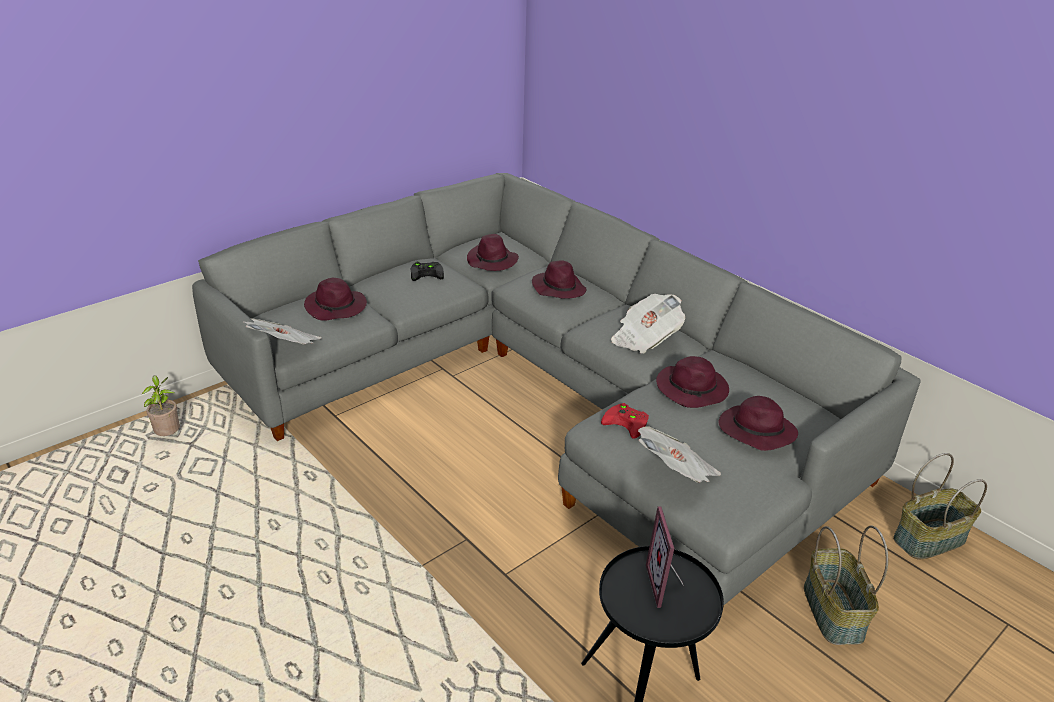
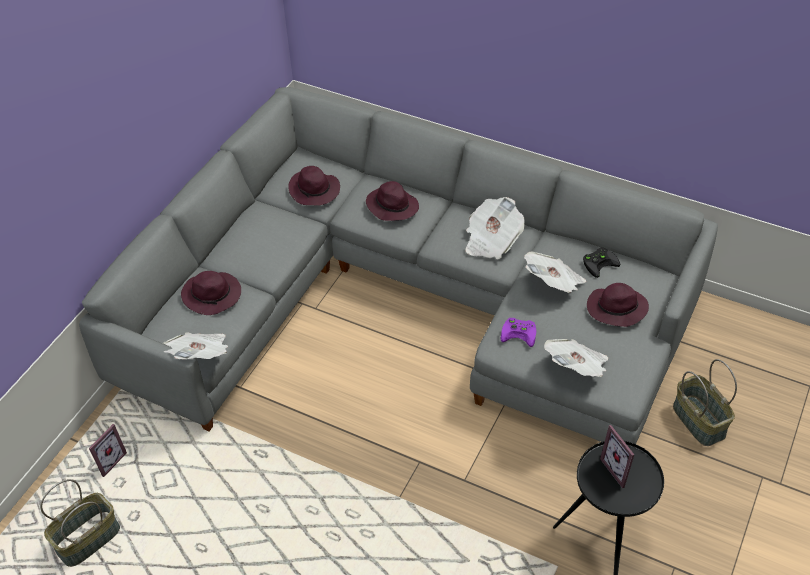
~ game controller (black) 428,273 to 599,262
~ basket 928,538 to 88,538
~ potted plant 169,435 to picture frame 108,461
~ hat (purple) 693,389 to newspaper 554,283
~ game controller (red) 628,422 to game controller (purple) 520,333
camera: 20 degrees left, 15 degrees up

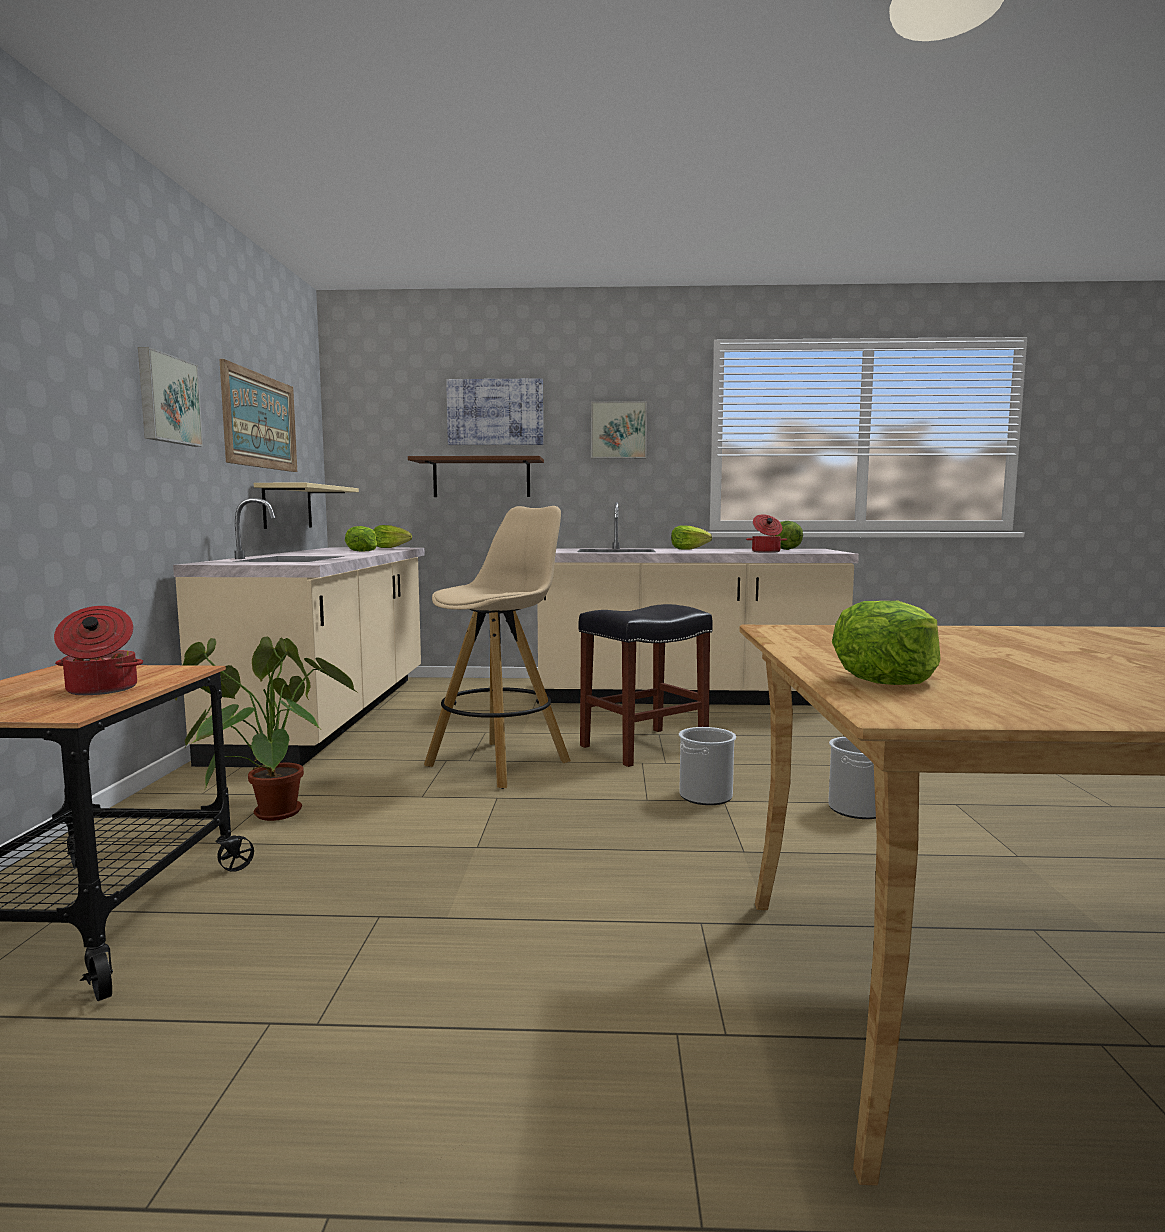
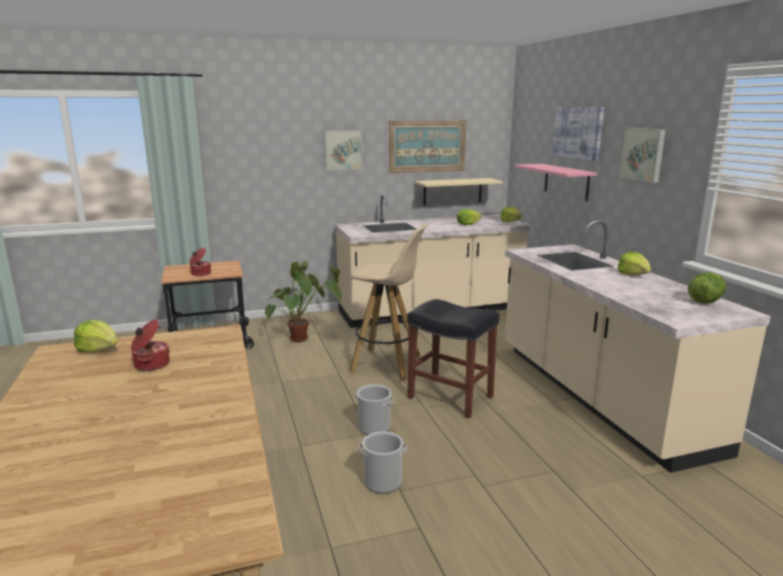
~ cooking pot 766,552 to 151,364
~ shelf (brown) 481,478 to shelf (pink) 566,181
camera: 70 degrees right, 10 degrees up

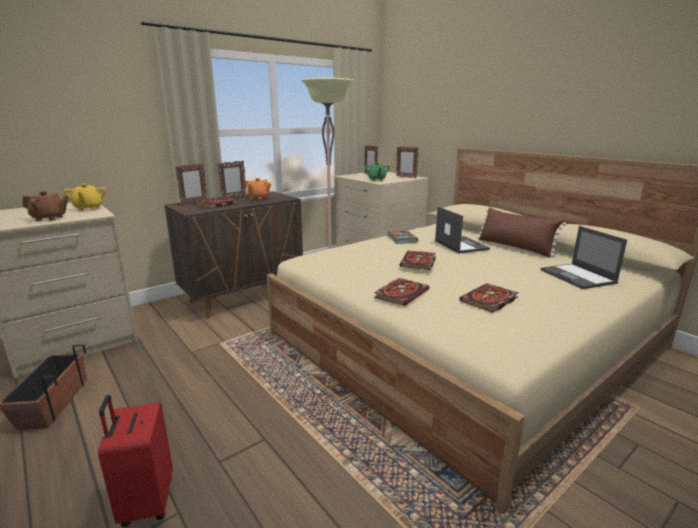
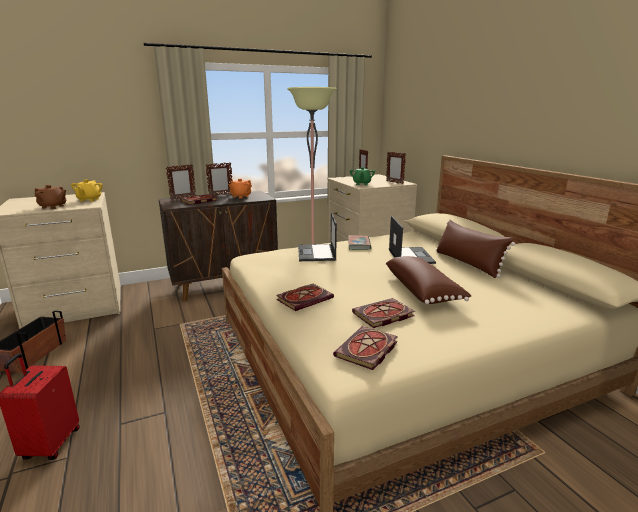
+ pillow (brown) 423,290
~ book 419,262 to 367,350
~ laptop 578,277 to 316,253
camera: 15 degrees right, 0 degrees up

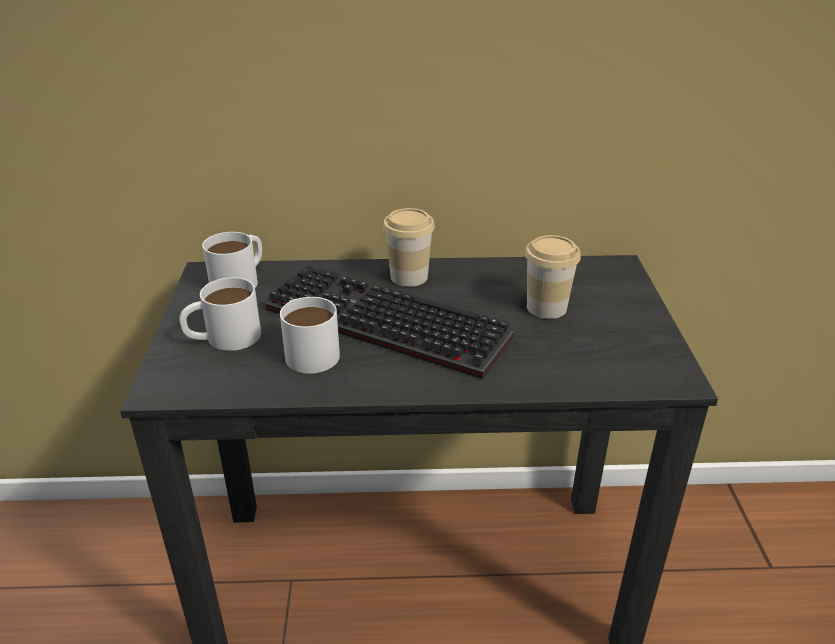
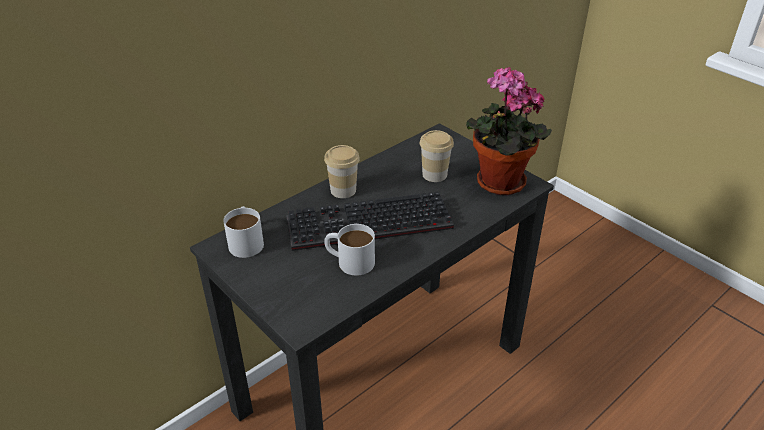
- mug (white) 223,338
+ potted plant 497,184
camera: 40 degrees left, 5 degrees up

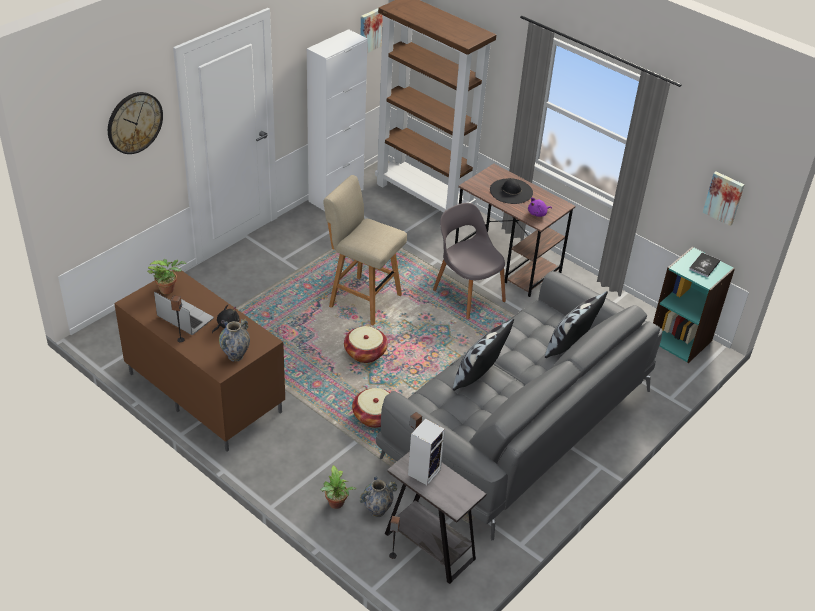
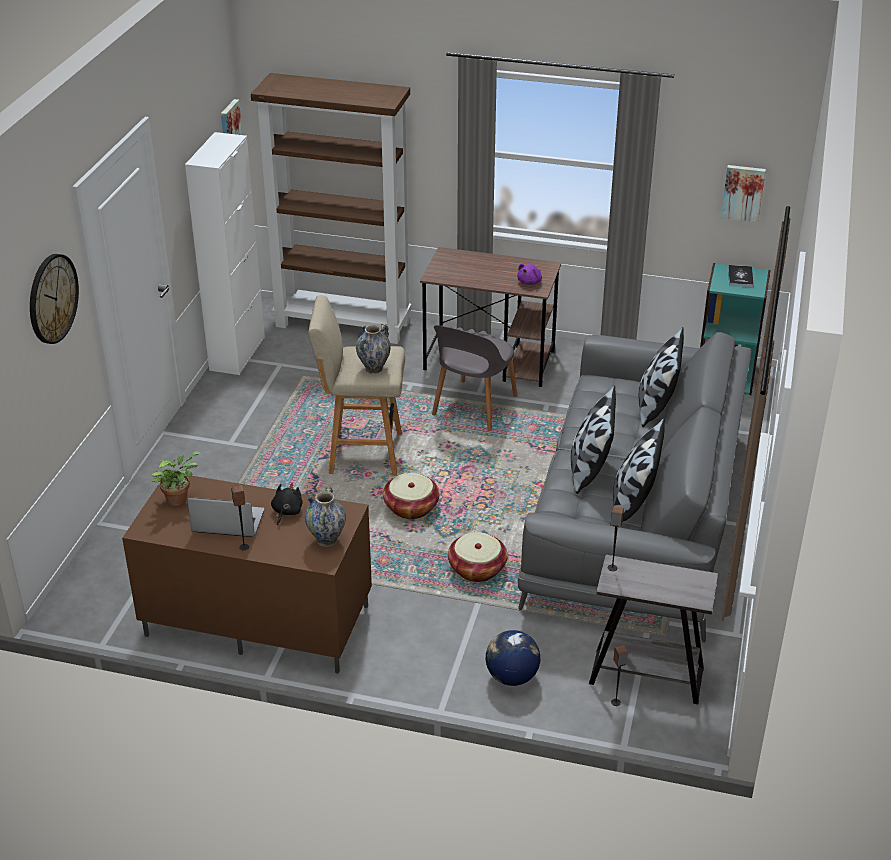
- speaker 424,471
- hat (black) 511,191
+ pillow 633,503
~ vase 377,511 to 374,369
~ potted plant 336,504 to globe 511,677
~ chair (grey) 467,294 = 473,406 90 degrees counterclockwise
camera: 25 degrees left, 5 degrees down

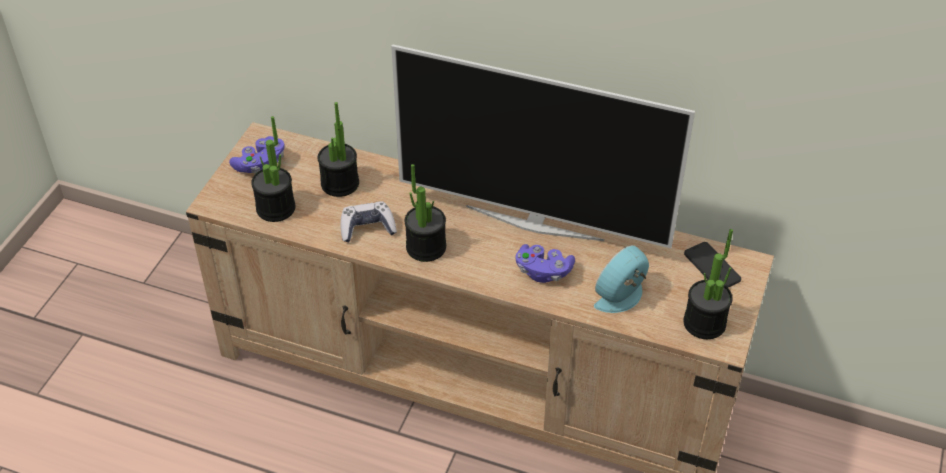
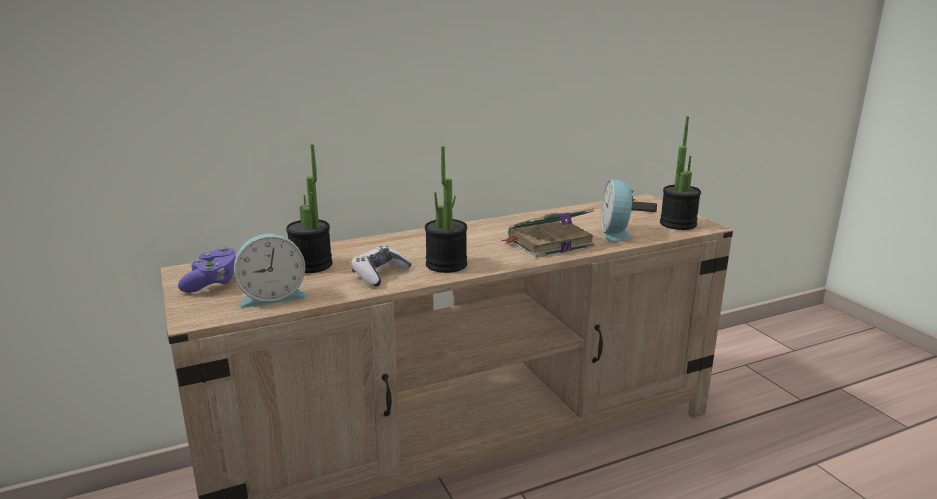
- television 535,222
~ potted plant 276,208 to alarm clock 272,296
~ game controller (purple) 543,271 to book 548,243
camera: 45 degrees left, 25 degrees down

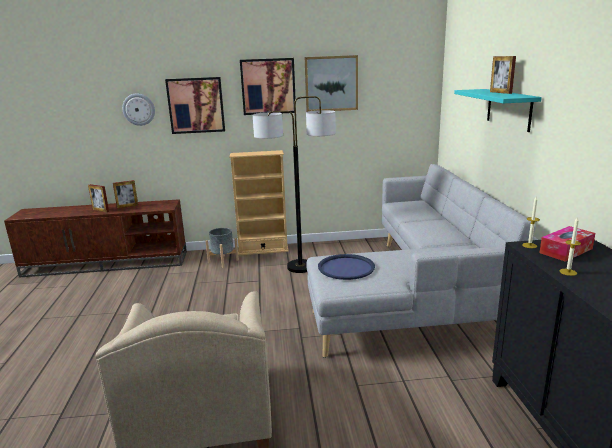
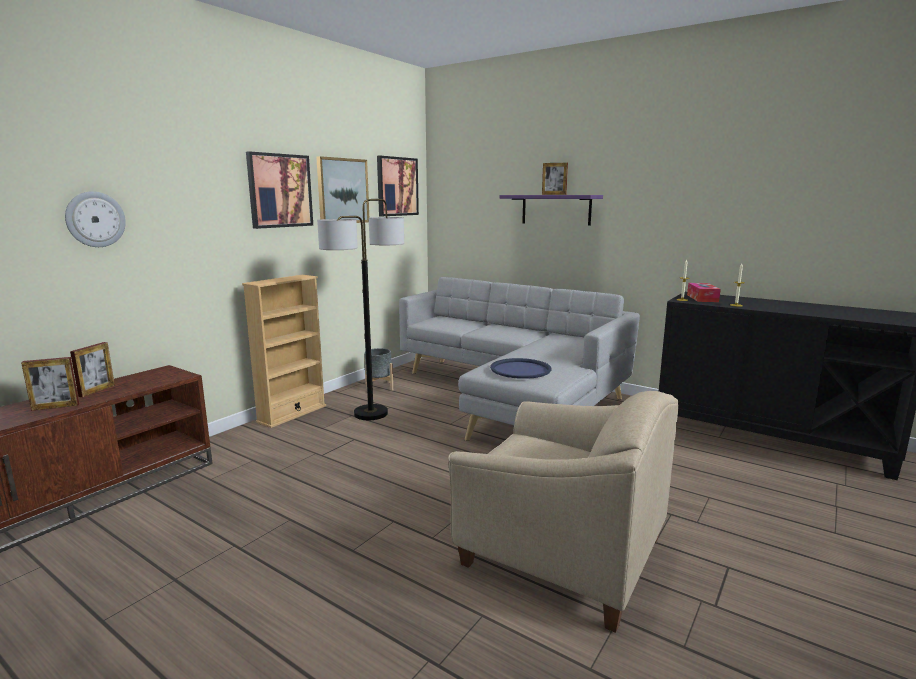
~ picture 196,105 to 397,186
~ planter (grey) 223,261 to 379,387
~ shelf (turquoise) 508,109 to shelf (purple) 556,209
camera: 50 degrees left, 5 degrees down

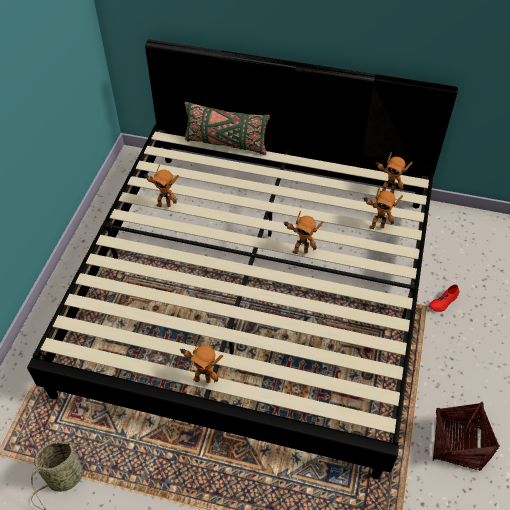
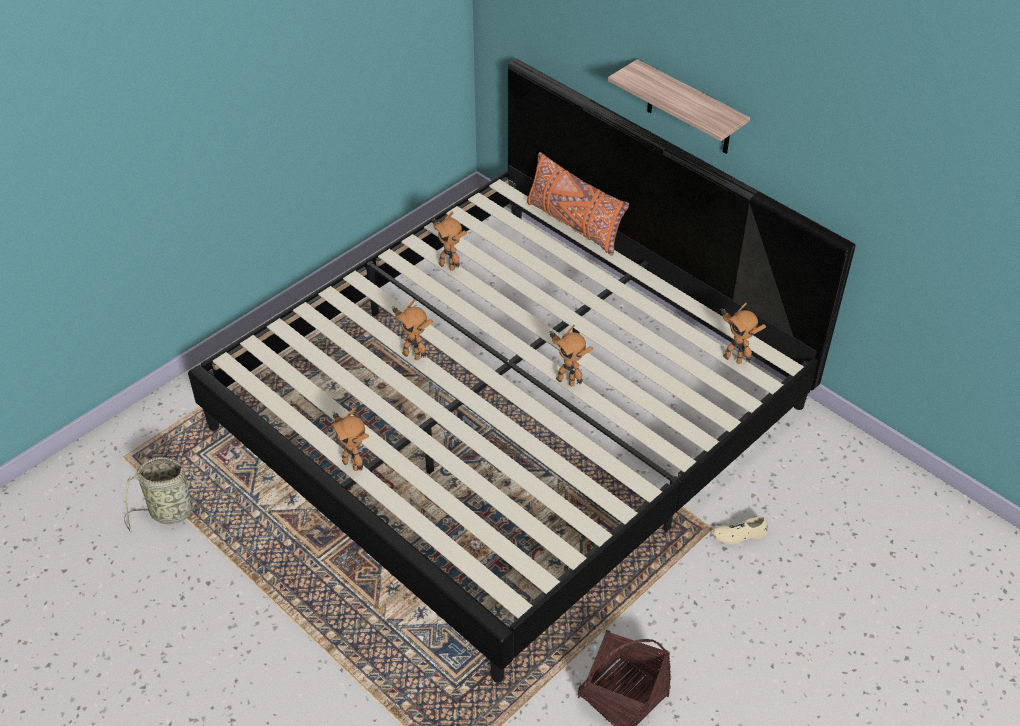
+ shelf 689,109
~ toy robot 376,225 to 412,354
~ pillow (green) 226,143 to pillow (orange) 574,224
~ shoe (red) 443,302 to shoe (beige) 739,534
camera: 30 degrees right, 5 degrees down

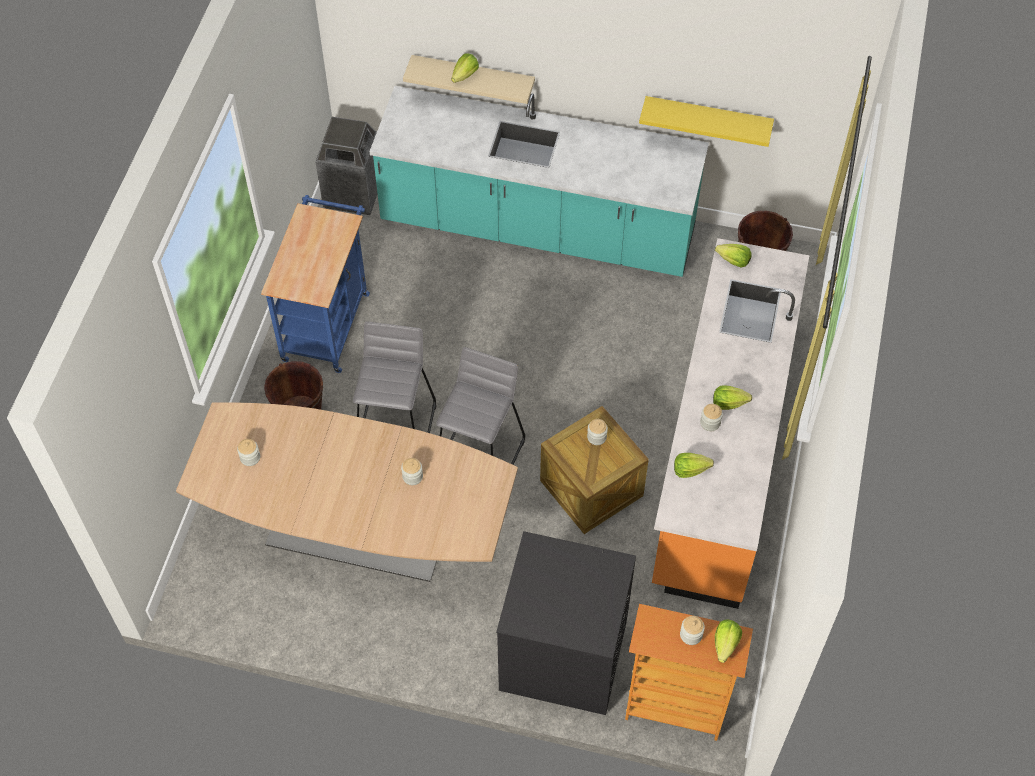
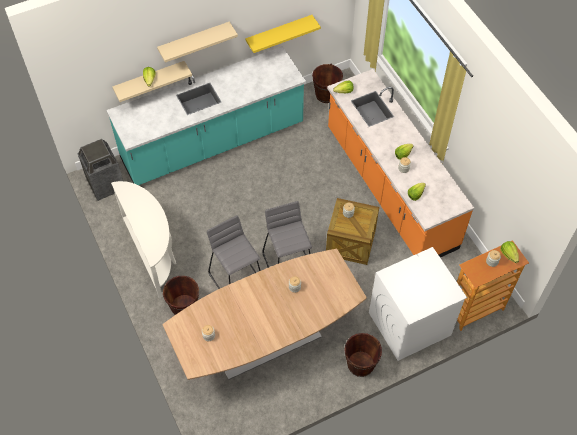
+ shelf (beige) 194,41
+ bucket (brown) 360,364
~ cart (blue) 327,321 to console table (white) 153,253
~ washing machine (black) 562,655 to washing machine (white) 409,324
camera: 40 degrees left, 0 degrees up

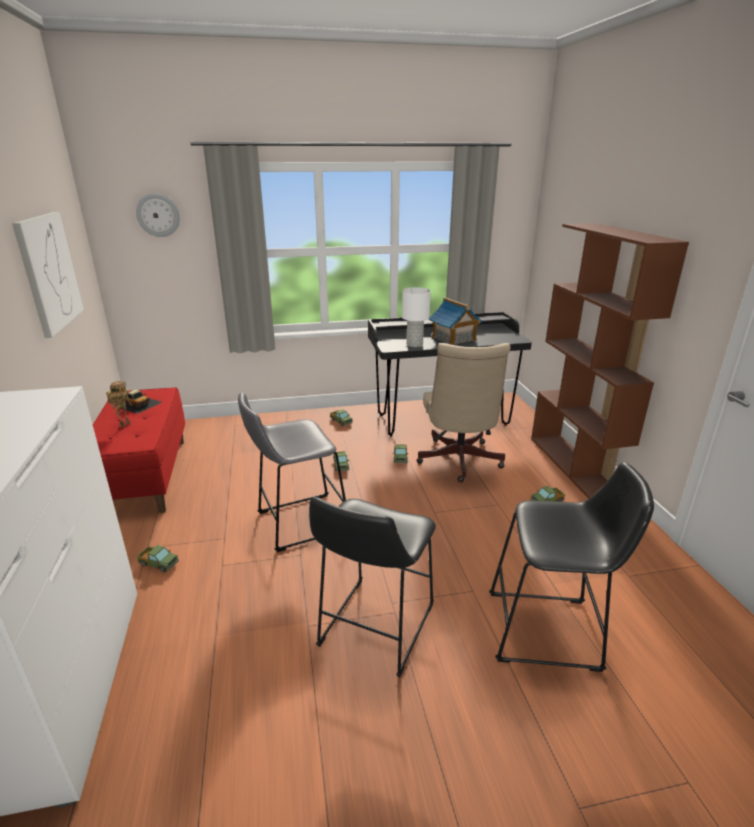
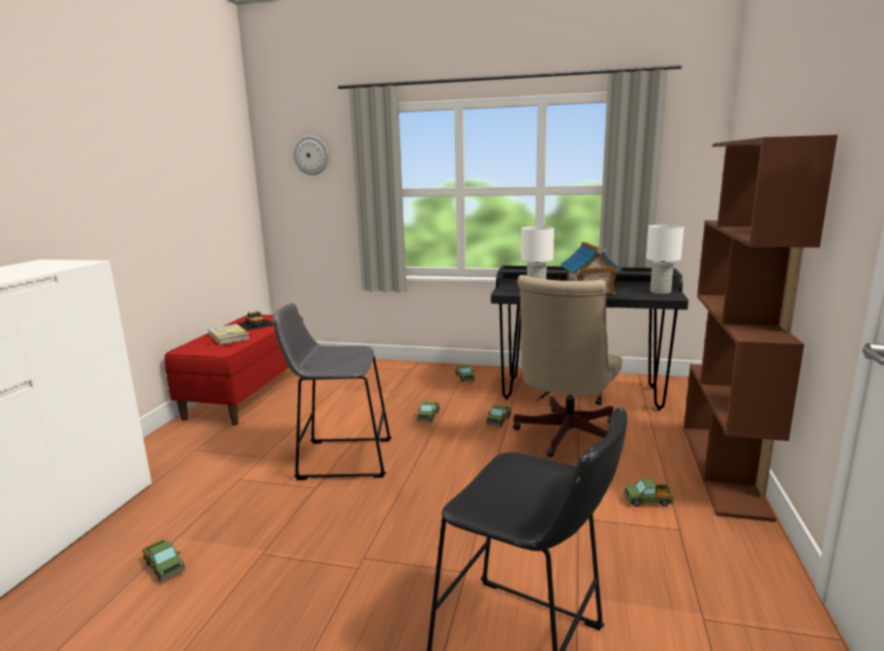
- picture 49,272
- stool (black) 373,629
+ table lamp (white) 660,291
~ toy truck 158,564 to 164,567
~ toy robot 125,424 to book 228,336
camera: 25 degrees right, 10 degrees down

